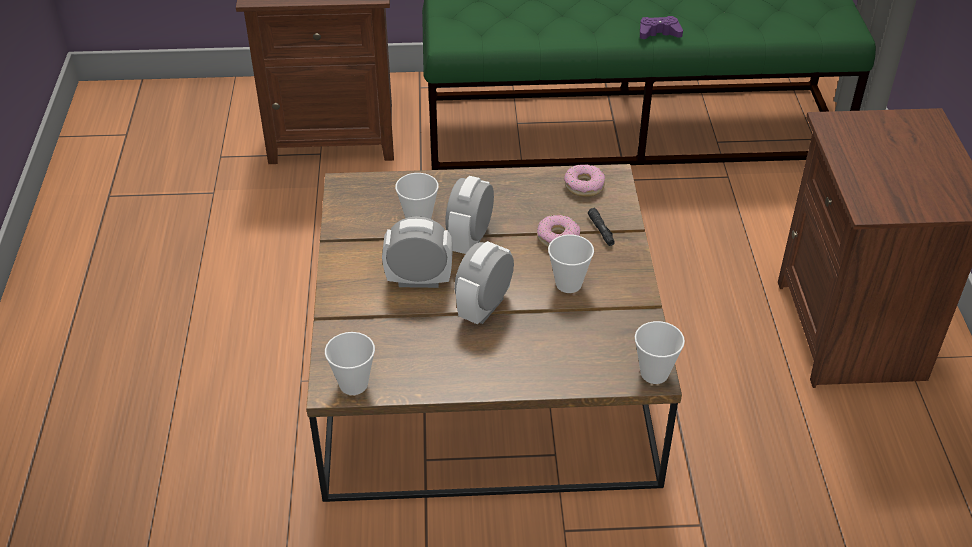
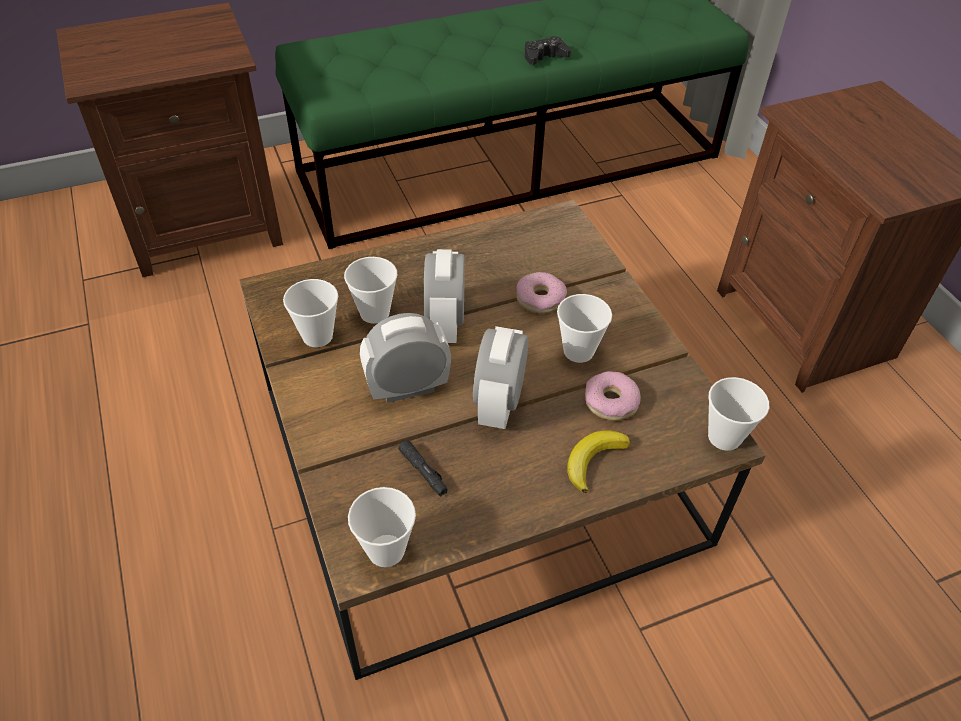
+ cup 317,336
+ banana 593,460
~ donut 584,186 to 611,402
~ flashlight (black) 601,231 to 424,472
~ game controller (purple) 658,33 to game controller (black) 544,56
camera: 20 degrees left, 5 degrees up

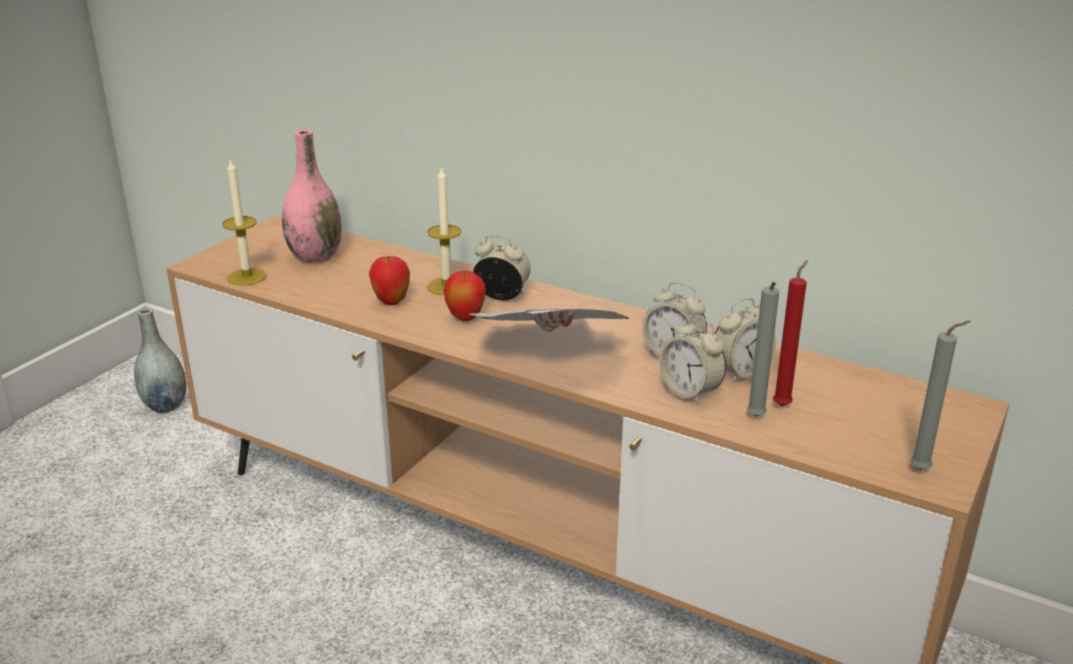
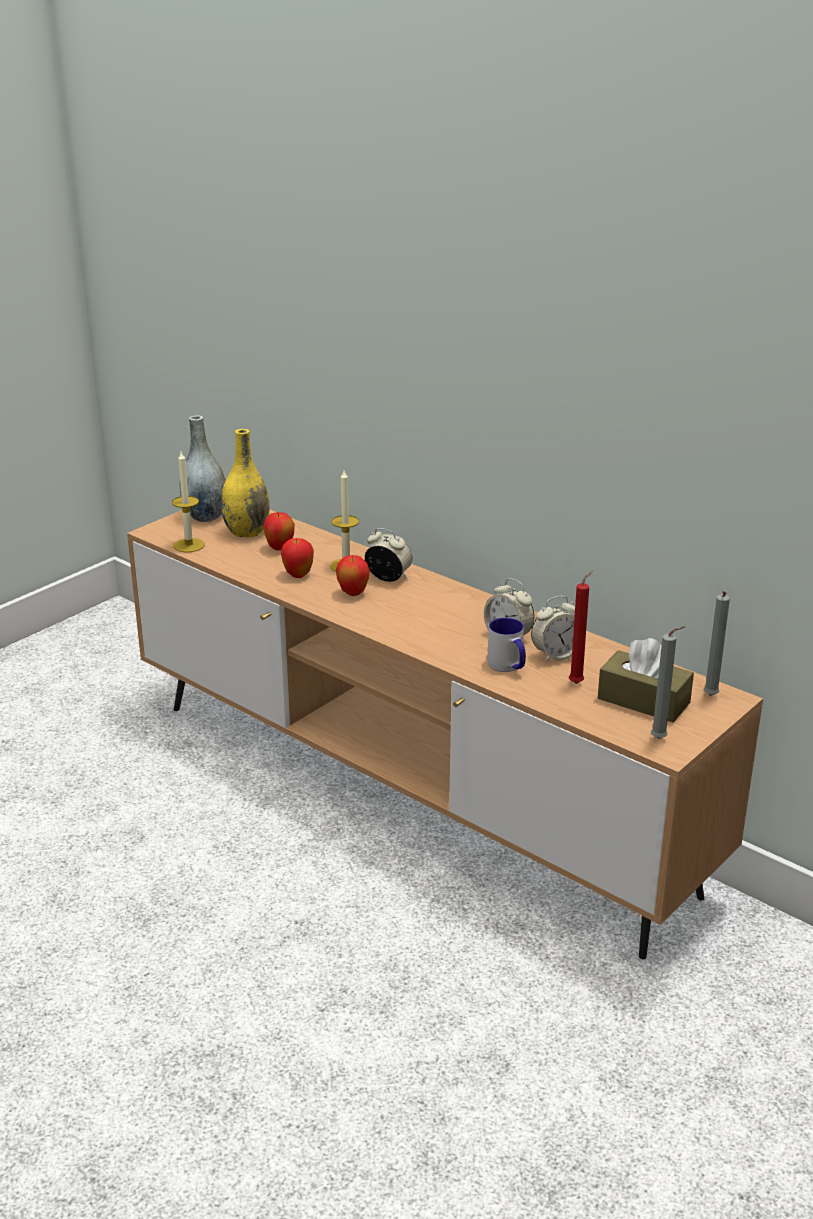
- newspaper 549,354
+ apple 280,548
+ tissue box (brown) 643,700
~ vase (grey) 165,406 to 205,516
~ candle (grey) 755,418 to 710,697
~ alarm clock 690,392 to mug 508,666
~ vase (pink) 315,257 to vase (yellow) 247,532
camera: 10 degrees right, 0 degrees up

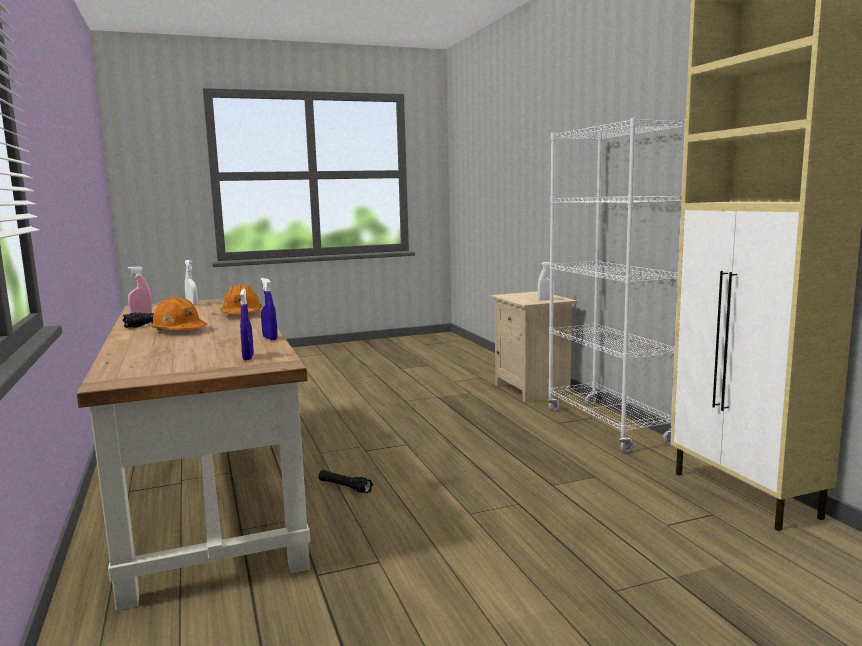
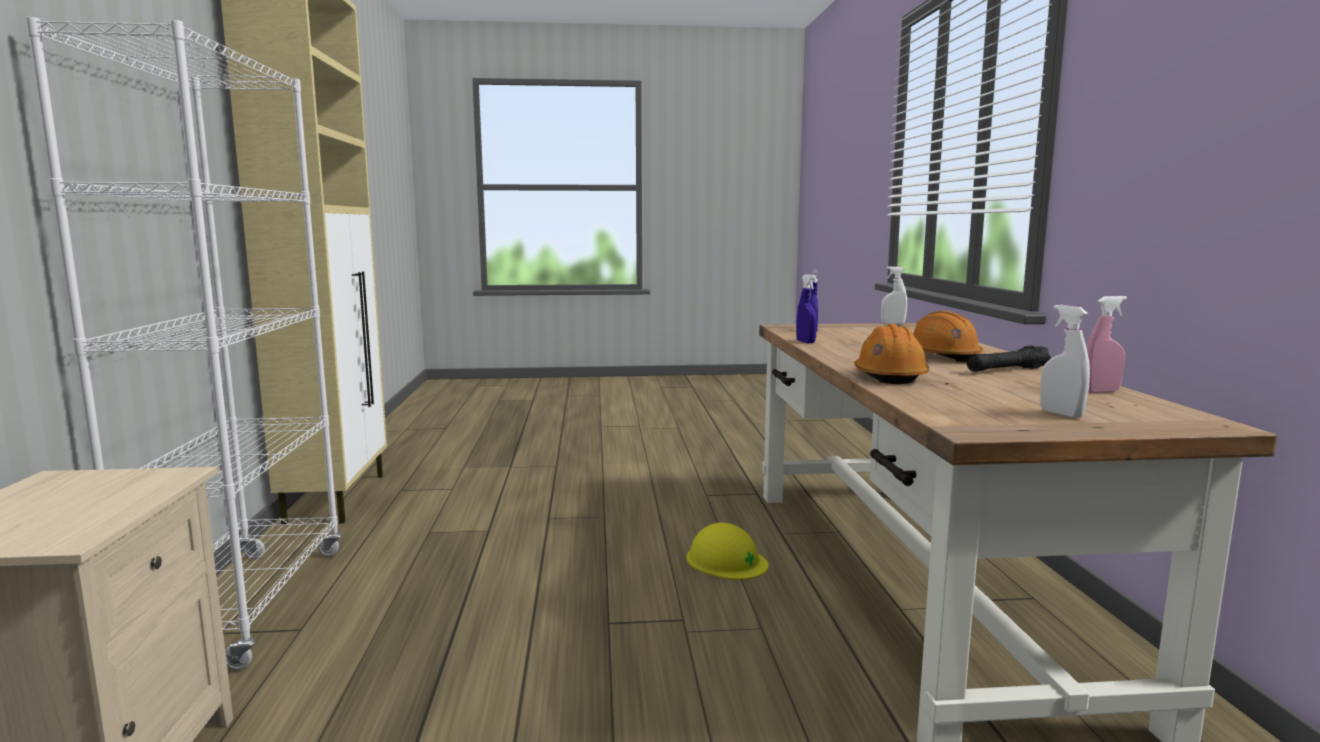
~ spray bottle (white) 545,300 to 893,324
~ flashlight (black) 344,487 to hard hat (yellow) 726,561
camera: 165 degrees left, 0 degrees up

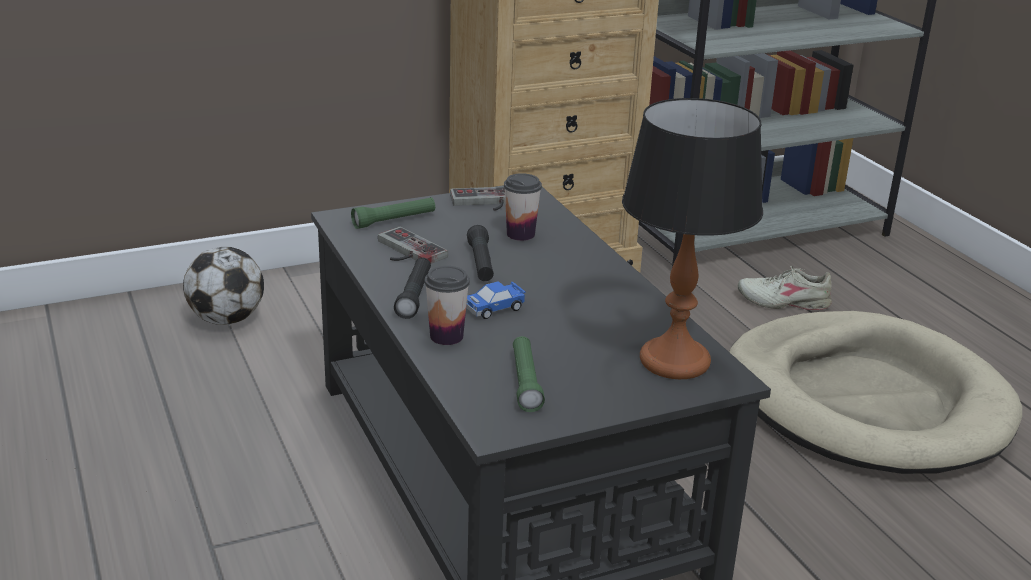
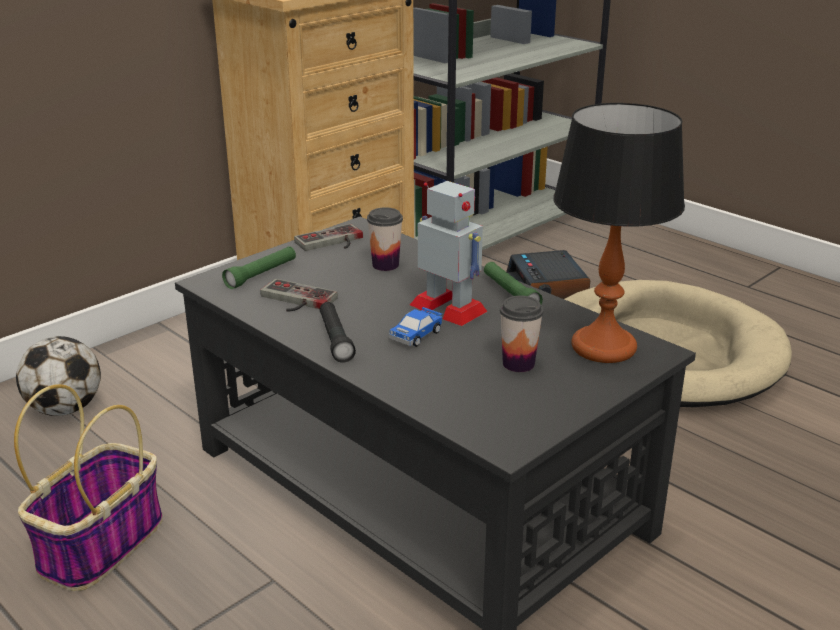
- flashlight (black) 481,263
+ basket 102,543
+ toy robot 449,308
~ cup 446,336 to 518,363
~ flashlight (green) 525,382 to 510,294
~ shoe (beige) 784,302 to alarm clock 548,286
camera: 20 degrees left, 0 degrees up

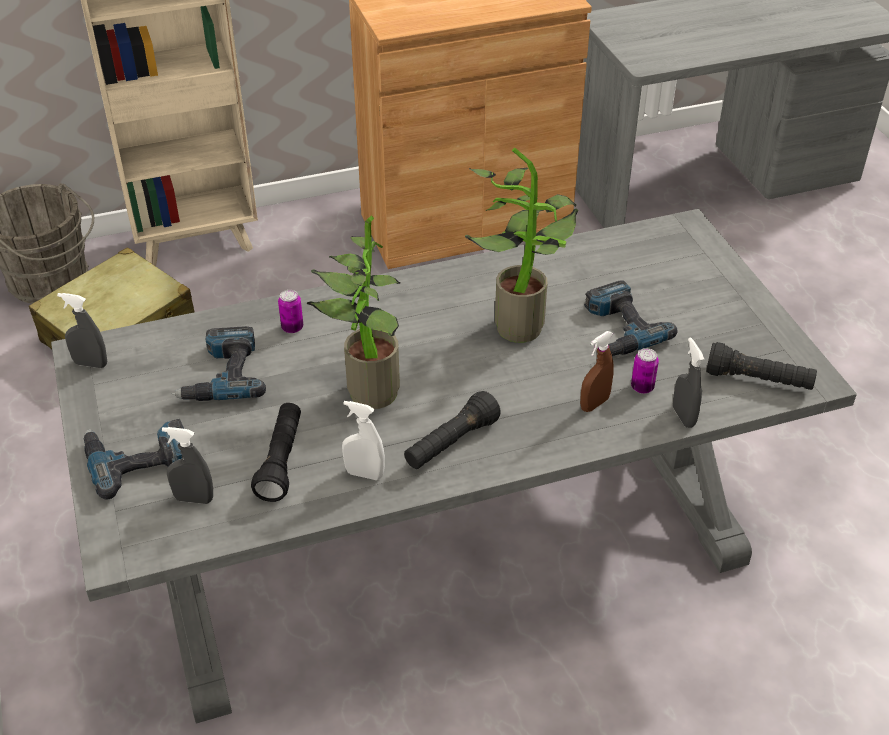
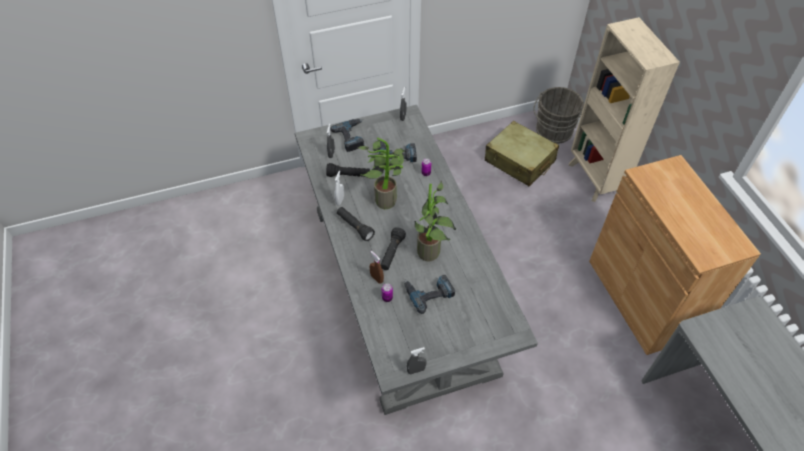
~ spray bottle (grey) 683,417 to 416,370
~ flashlight (black) 758,380 to 392,253
camera: 90 degrees right, 10 degrees up

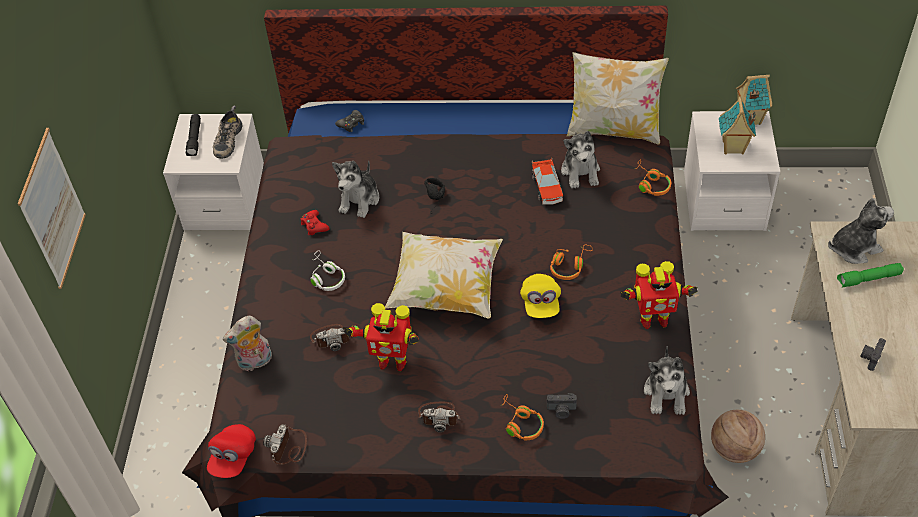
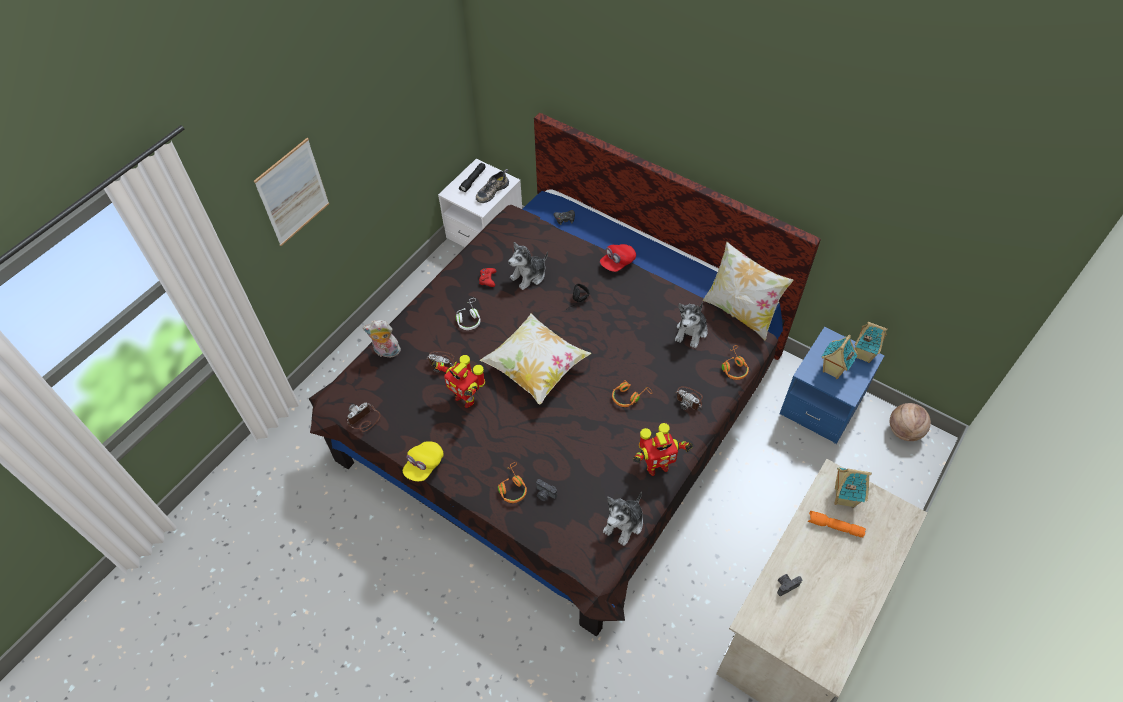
- toy car 547,188
~ cap (red) 233,457 to 617,263
~ photo camera 439,416 to 689,399
~ cap (yellow) 540,303 to 424,465
~ basketball 734,449 to 904,431
~ plush toy 854,248 to toy house 843,497
~ nightstand (white) 723,201 to nightstand (blue) 822,404
~ flashlight (green) 868,279 to flashlight (orange) 834,527
~ toy robot 653,319 = 656,466 45 degrees counterclockwise
camera: 30 degrees right, 5 degrees up

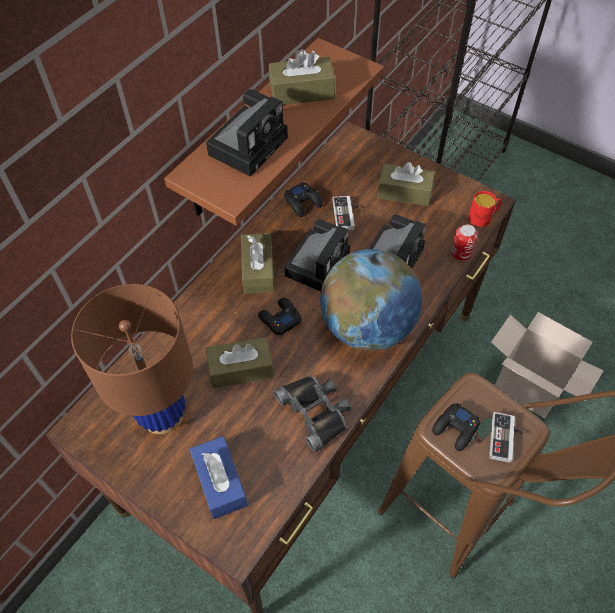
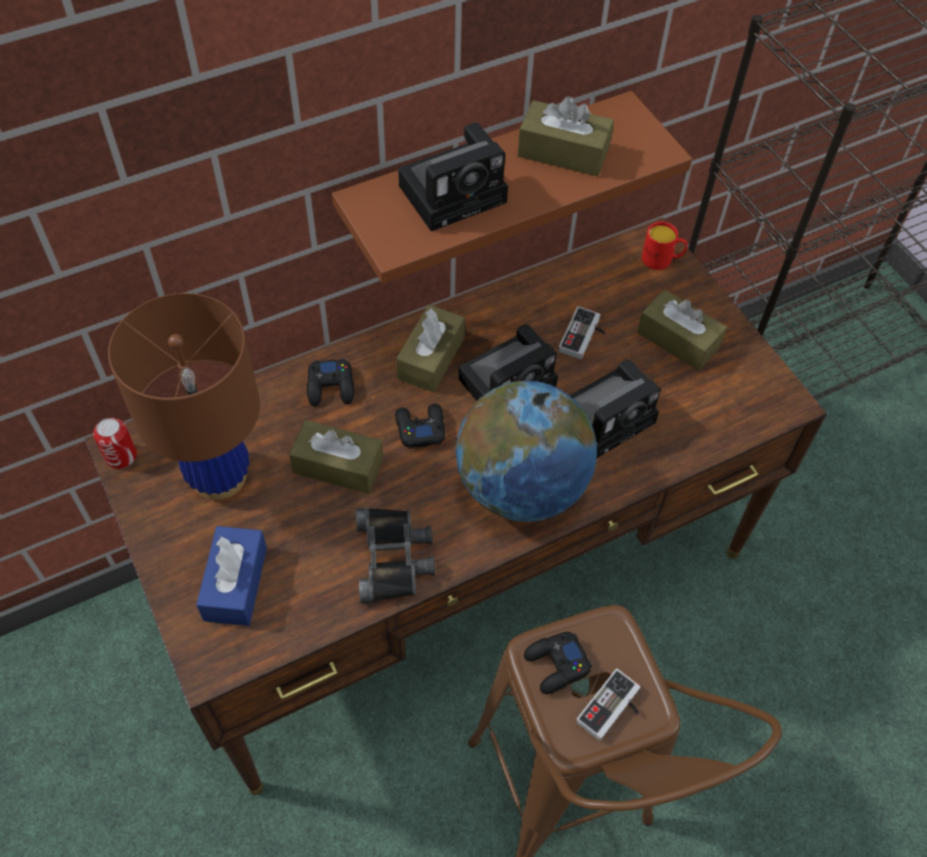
- cardboard box 530,388
~ game controller (black) 303,202 to 331,387
~ can 461,253 to 121,456
~ mug (red) 483,217 to 662,260
camera: 25 degrees right, 0 degrees up

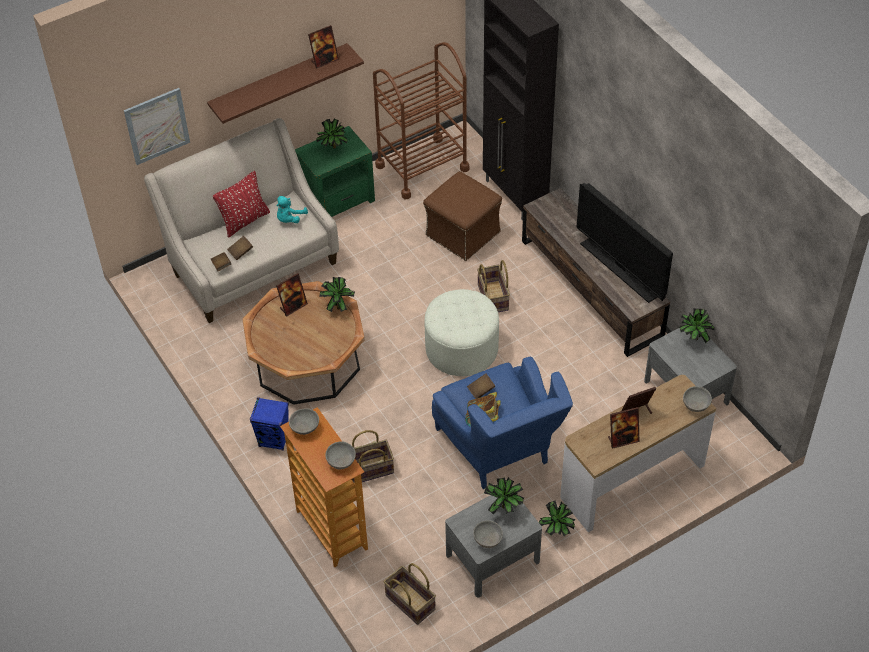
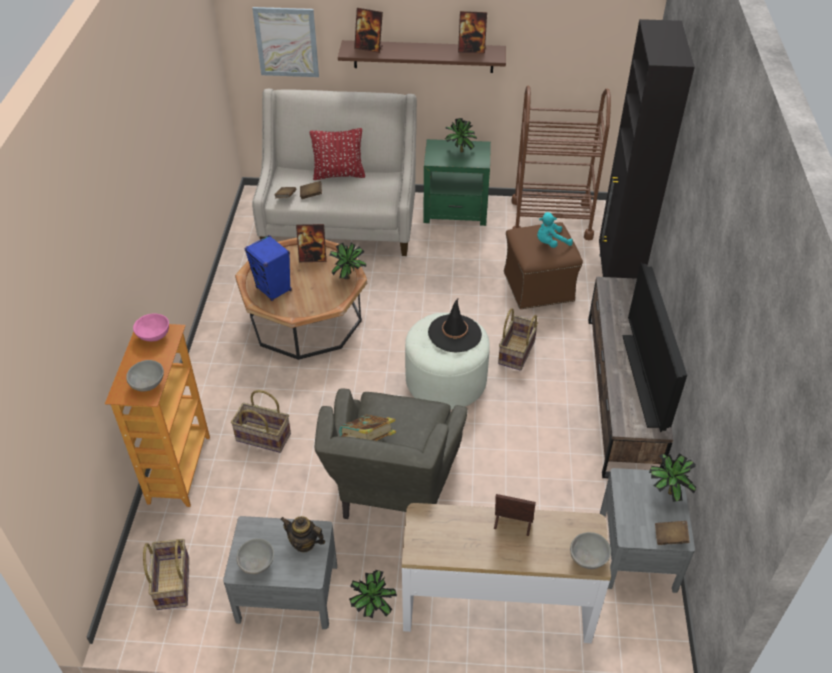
+ hat (black) 454,333
~ speaker (blue) 274,440 to 273,289
~ plush toy (turquoise) 289,219 to 550,243
~ book (brown) 481,390 to 670,537
~ picture frame 623,439 to 369,48
~ potted plant 504,509 to teapot 304,543
~ bowl (grey) 305,428 to bowl (pink) 154,336
~ armchair (blue) 500,451 to armchair (grey) 393,493
camera: 35 degrees right, 5 degrees down

